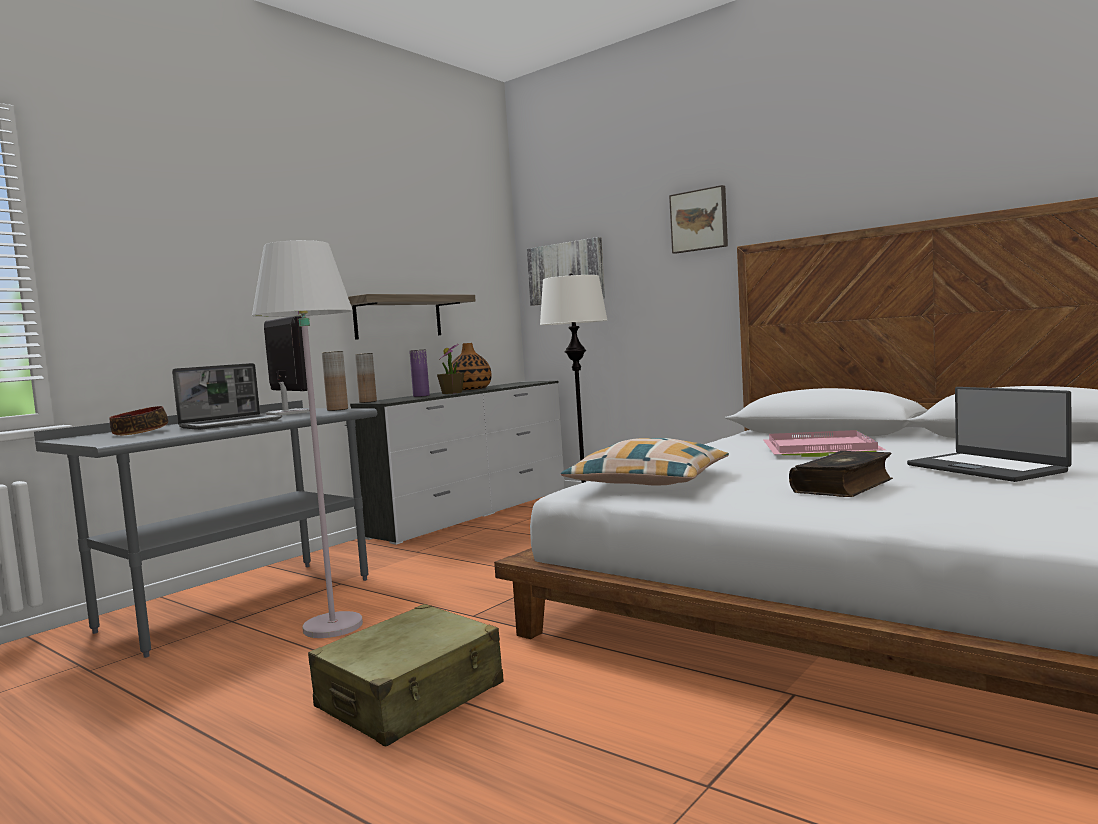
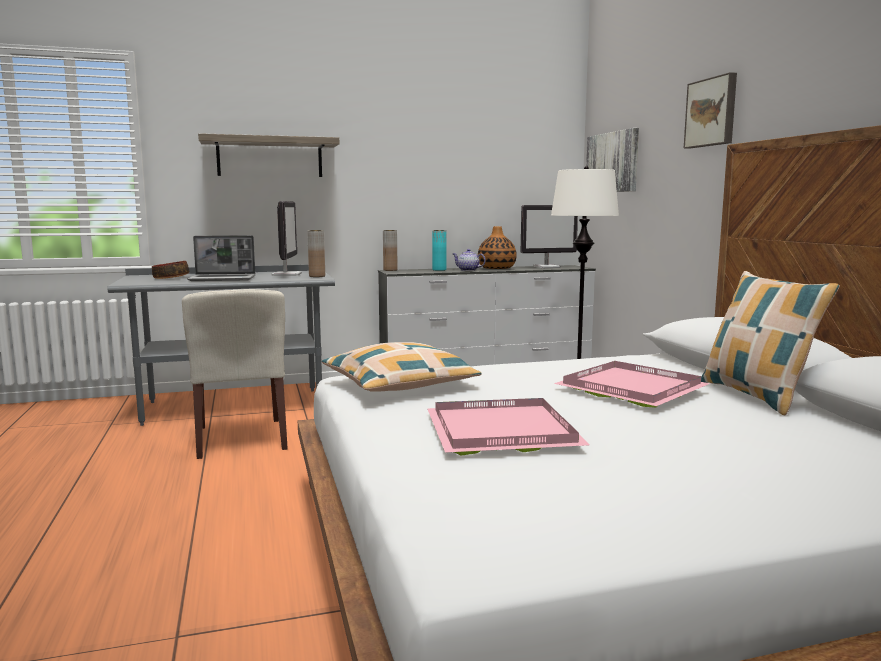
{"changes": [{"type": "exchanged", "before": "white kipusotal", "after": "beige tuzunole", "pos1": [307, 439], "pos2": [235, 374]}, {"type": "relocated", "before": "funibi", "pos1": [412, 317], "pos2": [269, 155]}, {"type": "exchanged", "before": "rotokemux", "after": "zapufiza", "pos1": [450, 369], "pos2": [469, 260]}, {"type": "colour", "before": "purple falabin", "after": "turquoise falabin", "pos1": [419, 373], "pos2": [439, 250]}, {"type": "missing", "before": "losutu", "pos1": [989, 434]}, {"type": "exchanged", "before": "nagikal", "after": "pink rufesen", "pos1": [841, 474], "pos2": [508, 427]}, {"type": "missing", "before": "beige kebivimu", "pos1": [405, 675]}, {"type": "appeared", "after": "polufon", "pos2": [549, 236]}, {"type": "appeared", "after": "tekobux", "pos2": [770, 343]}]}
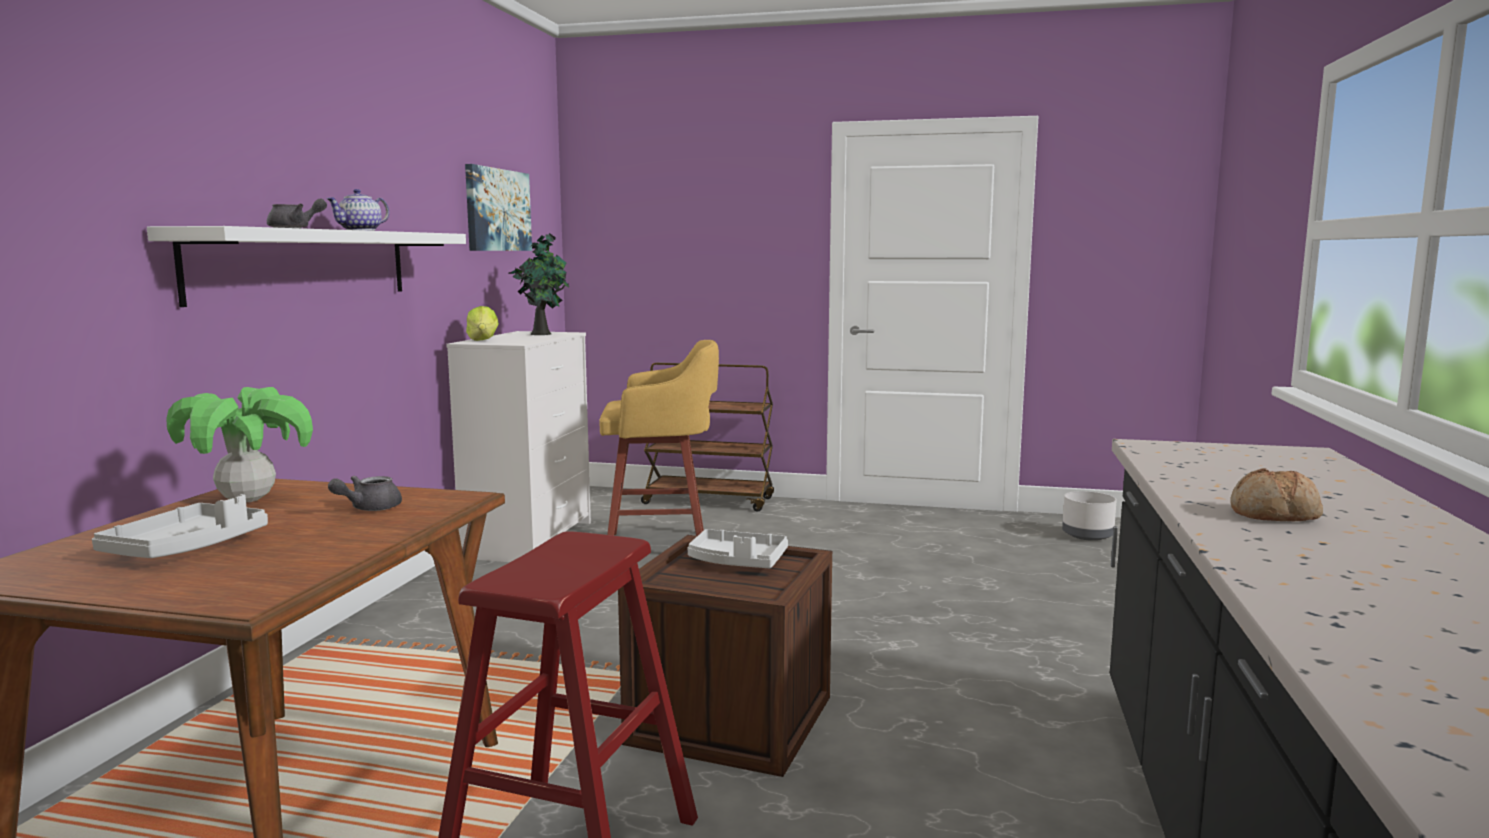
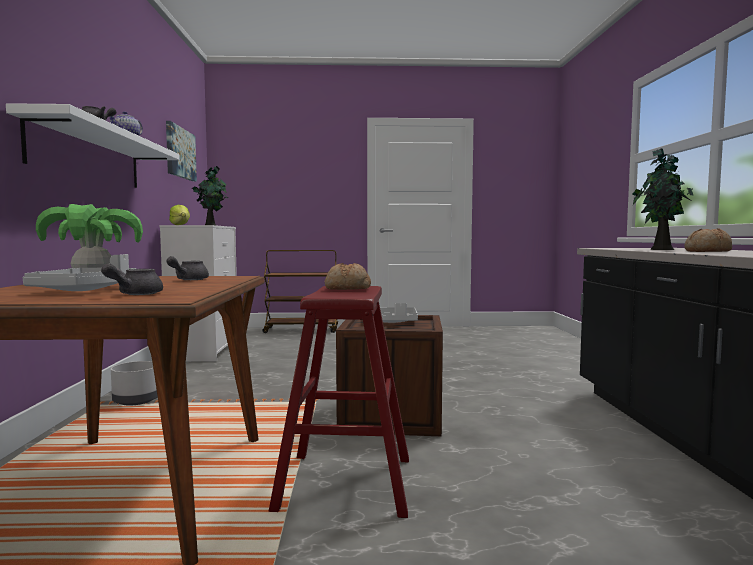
{"changes": [{"type": "missing", "before": "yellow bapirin", "pos1": [659, 438]}, {"type": "relocated", "before": "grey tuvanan", "pos1": [1089, 516], "pos2": [134, 383]}, {"type": "appeared", "after": "rotokemux", "pos2": [663, 199]}, {"type": "appeared", "after": "grey zapufiza", "pos2": [132, 279]}, {"type": "appeared", "after": "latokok", "pos2": [347, 276]}]}
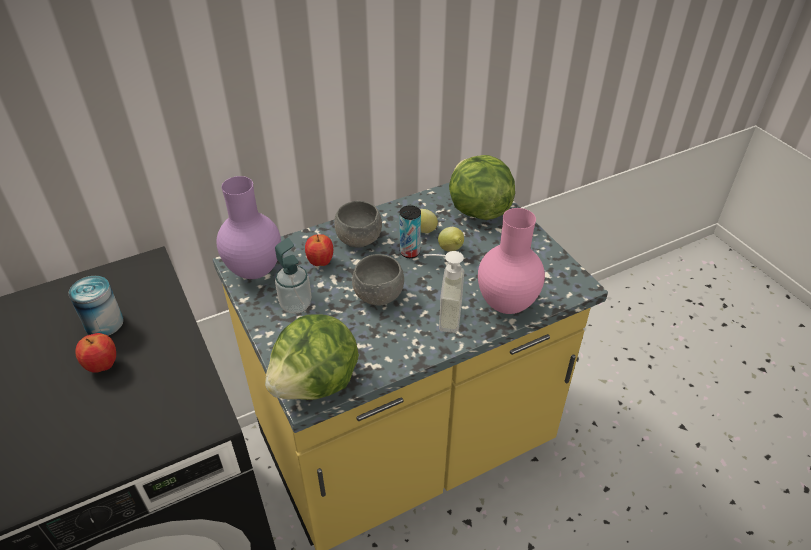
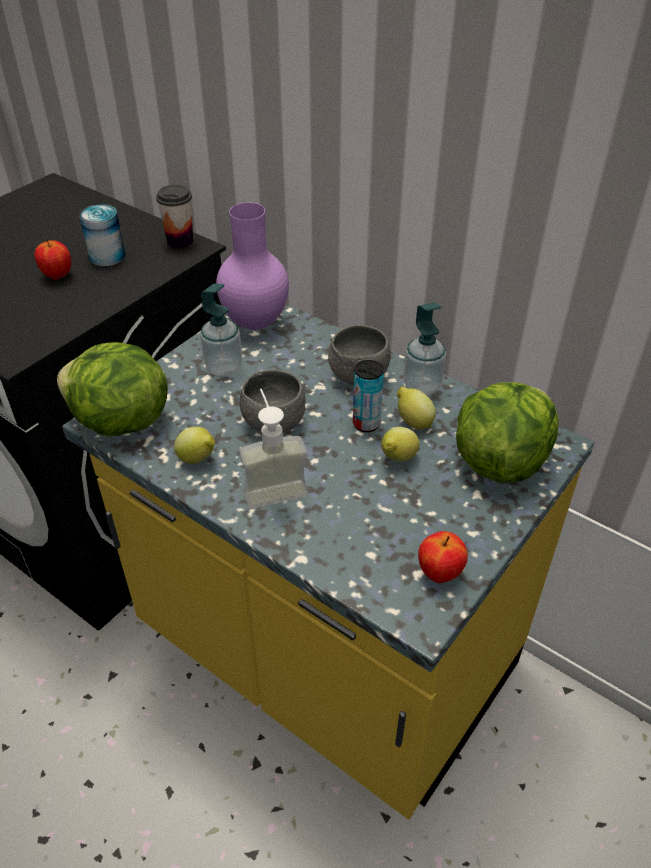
{"changes": [{"type": "missing", "before": "pink falabin", "pos1": [511, 261]}, {"type": "relocated", "before": "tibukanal", "pos1": [319, 250], "pos2": [443, 557]}, {"type": "appeared", "after": "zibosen", "pos2": [174, 217]}, {"type": "appeared", "after": "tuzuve", "pos2": [424, 348]}, {"type": "appeared", "after": "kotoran", "pos2": [194, 445]}]}
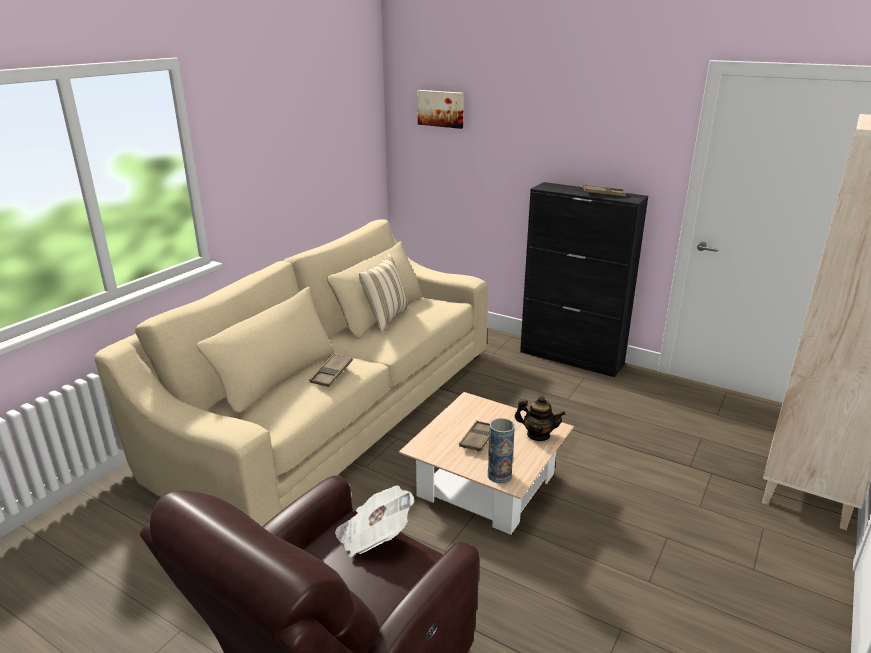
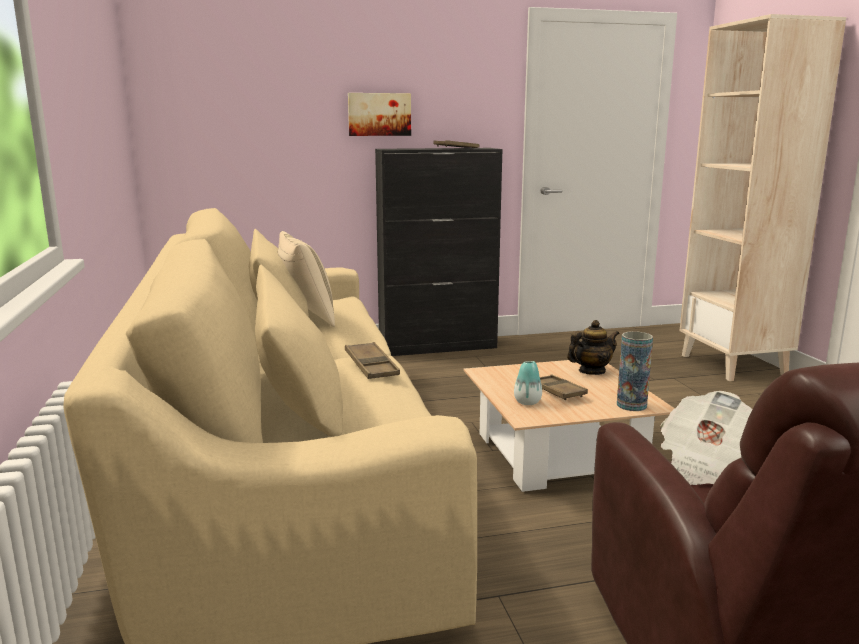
{"changes": [{"type": "relocated", "before": "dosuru", "pos1": [440, 109], "pos2": [379, 114]}, {"type": "appeared", "after": "falabin", "pos2": [528, 383]}]}
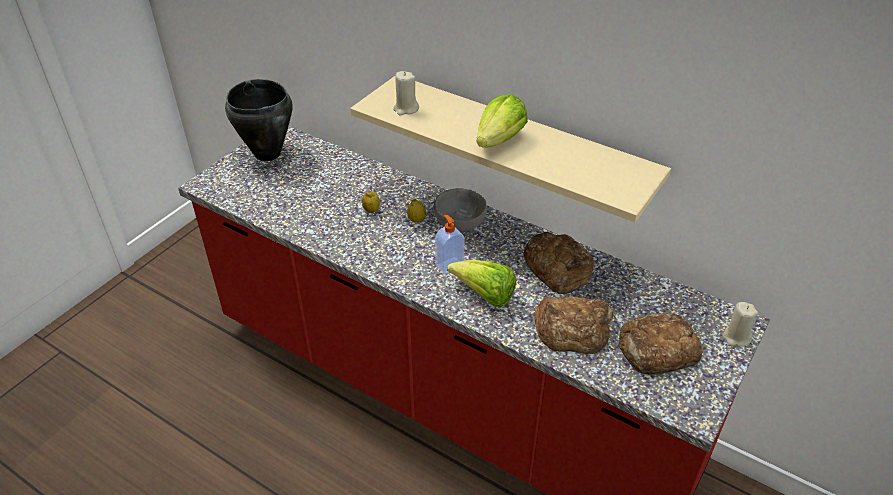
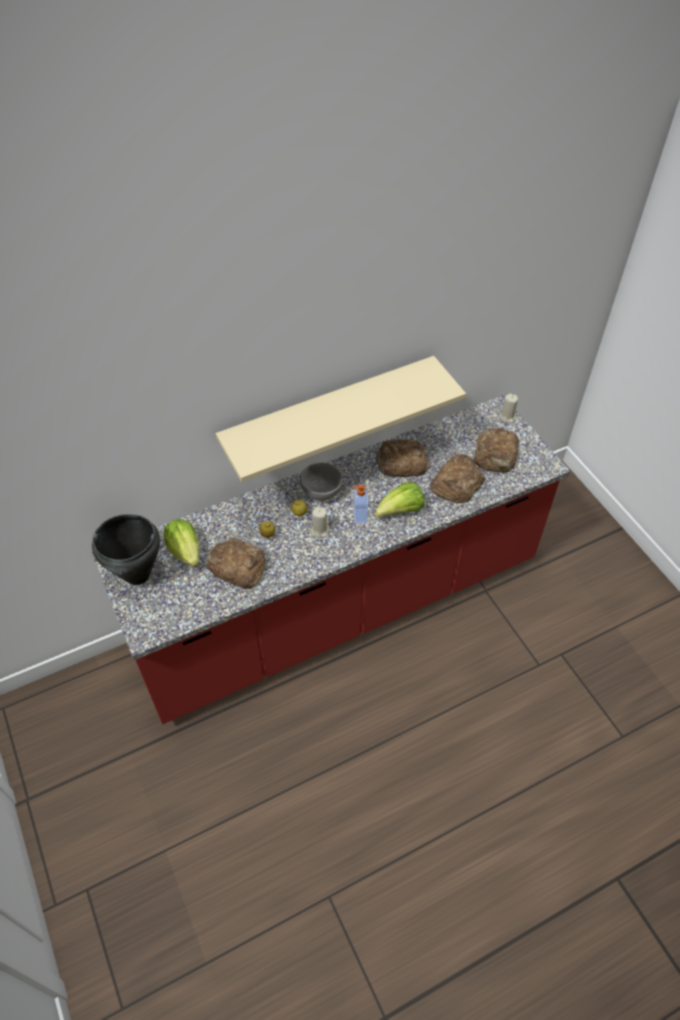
{"changes": [{"type": "relocated", "before": "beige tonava", "pos1": [406, 93], "pos2": [320, 522]}, {"type": "relocated", "before": "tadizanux", "pos1": [502, 121], "pos2": [181, 543]}, {"type": "appeared", "after": "latokok", "pos2": [236, 563]}]}
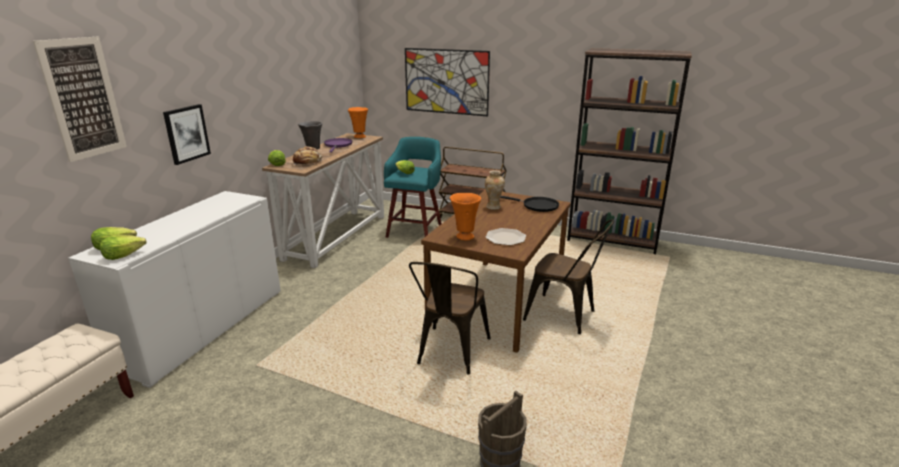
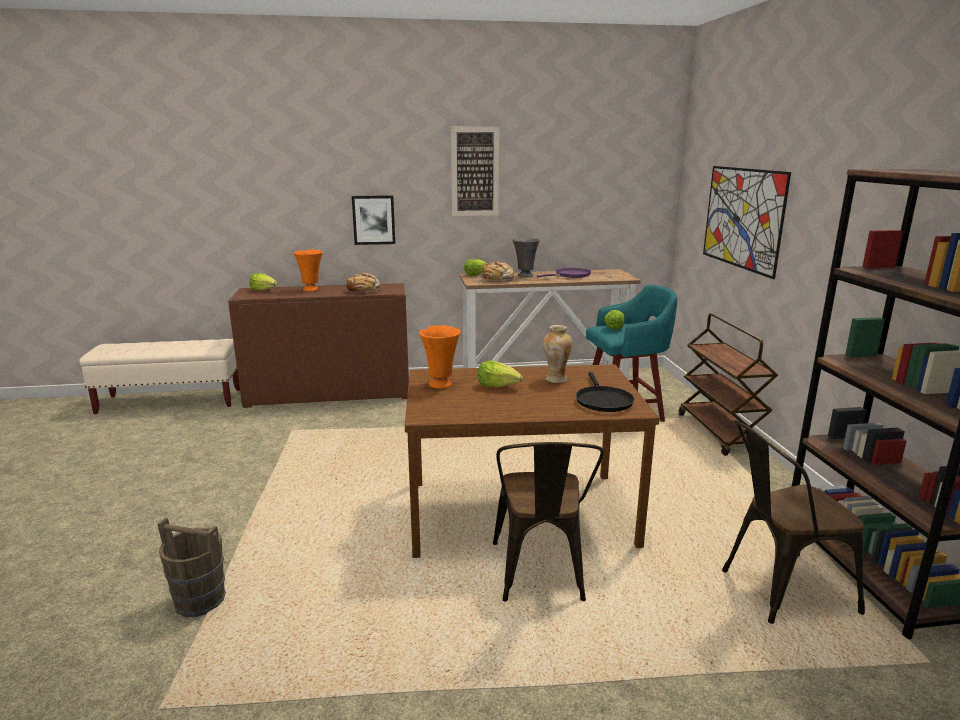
{"changes": [{"type": "relocated", "before": "dosuru", "pos1": [80, 99], "pos2": [475, 171]}, {"type": "relocated", "before": "orange falabin", "pos1": [358, 122], "pos2": [308, 270]}, {"type": "colour", "before": "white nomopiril", "after": "brown nomopiril", "pos1": [174, 289], "pos2": [318, 345]}, {"type": "missing", "before": "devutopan", "pos1": [505, 236]}, {"type": "relocated", "before": "tadizanux", "pos1": [123, 247], "pos2": [500, 373]}, {"type": "relocated", "before": "brown tuzunole", "pos1": [450, 318], "pos2": [793, 522]}, {"type": "appeared", "after": "latokok", "pos2": [363, 282]}]}
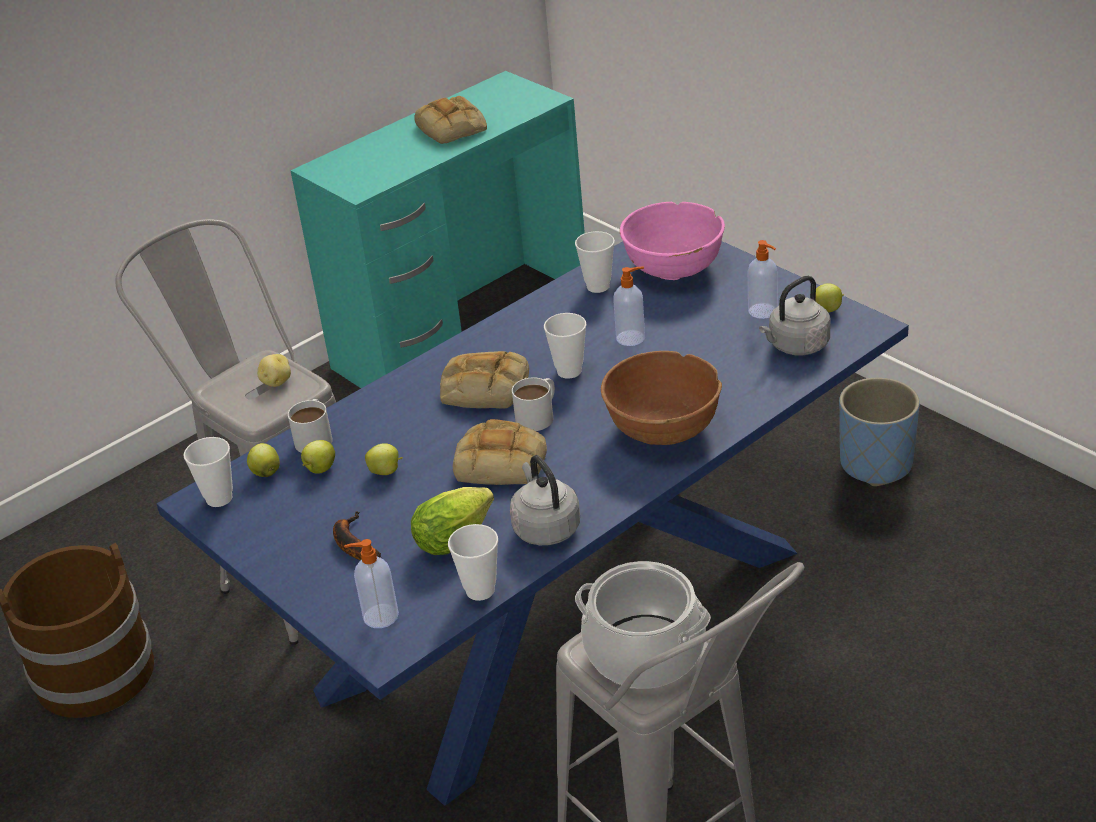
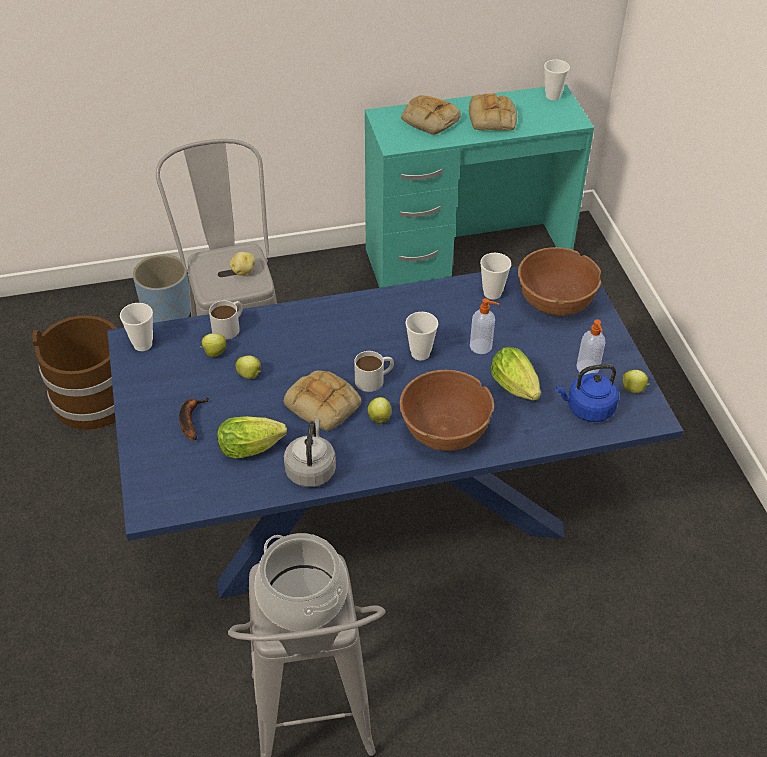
{"changes": [{"type": "colour", "before": "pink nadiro", "after": "brown nadiro", "pos1": [672, 241], "pos2": [559, 281]}, {"type": "colour", "before": "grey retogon", "after": "blue retogon", "pos1": [795, 315], "pos2": [587, 393]}, {"type": "relocated", "before": "latokok", "pos1": [484, 379], "pos2": [431, 115]}, {"type": "relocated", "before": "blue tuvanan", "pos1": [879, 431], "pos2": [162, 288]}, {"type": "relocated", "before": "tibukanal", "pos1": [263, 460], "pos2": [379, 410]}, {"type": "relocated", "before": "zibosen", "pos1": [473, 562], "pos2": [557, 80]}, {"type": "missing", "before": "tuzuve", "pos1": [371, 583]}, {"type": "appeared", "after": "tadizanux", "pos2": [516, 374]}]}
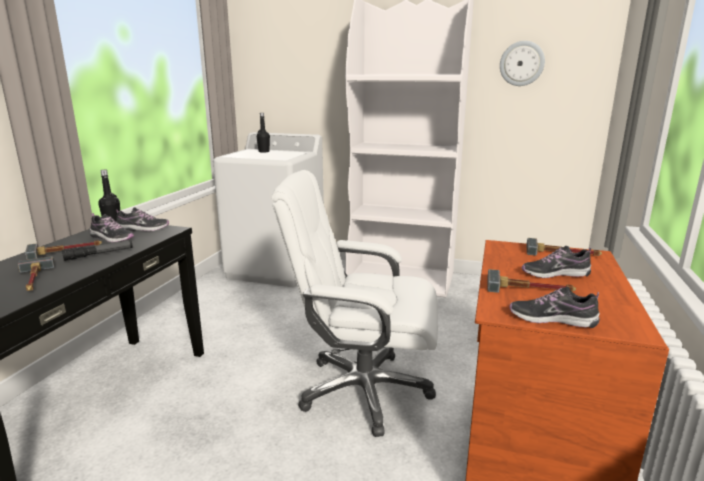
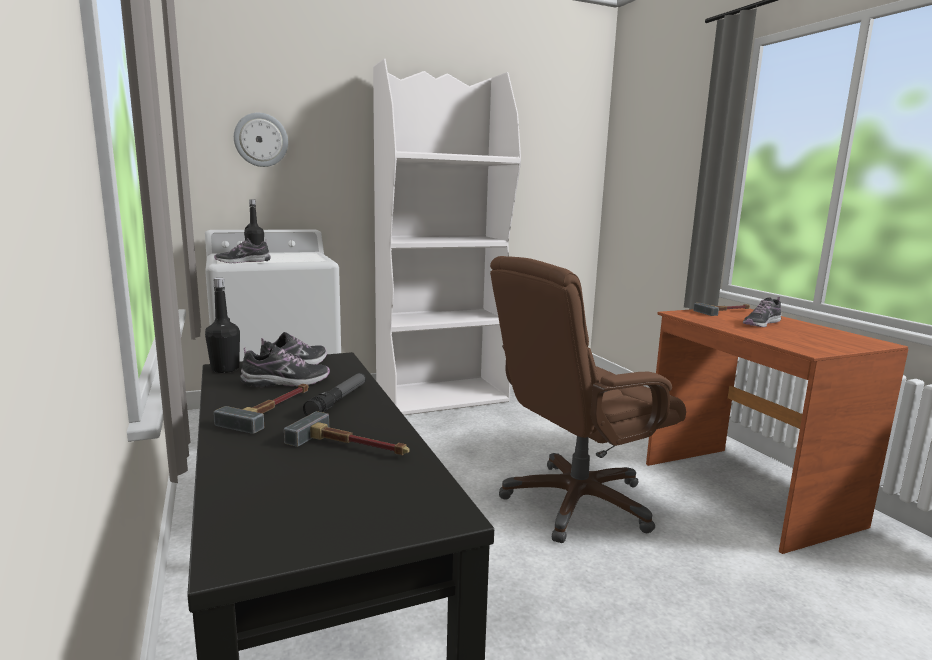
{"changes": [{"type": "relocated", "before": "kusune", "pos1": [522, 63], "pos2": [261, 140]}, {"type": "colour", "before": "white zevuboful", "after": "brown zevuboful", "pos1": [355, 303], "pos2": [588, 399]}, {"type": "missing", "before": "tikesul", "pos1": [531, 281]}, {"type": "relocated", "before": "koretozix", "pos1": [554, 307], "pos2": [242, 250]}]}
